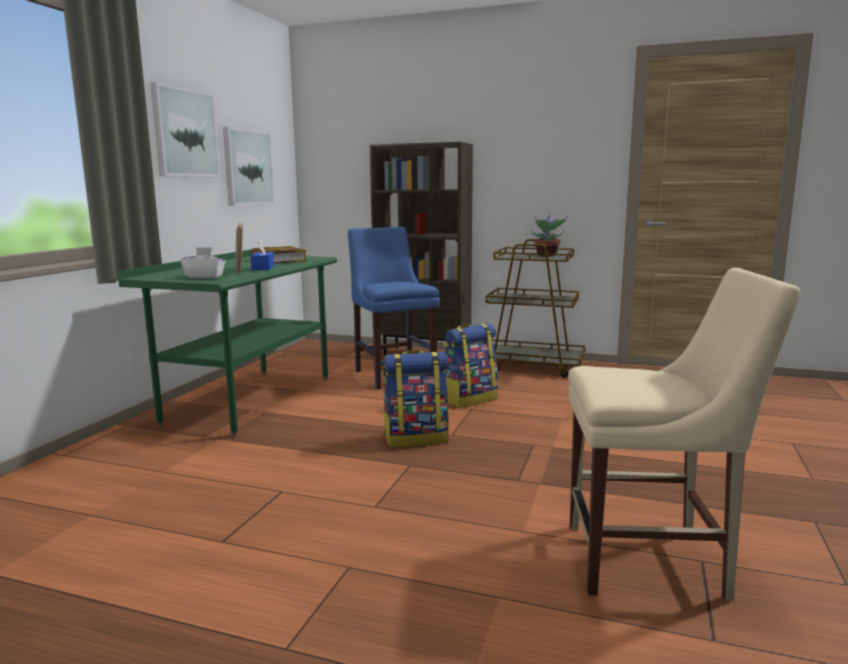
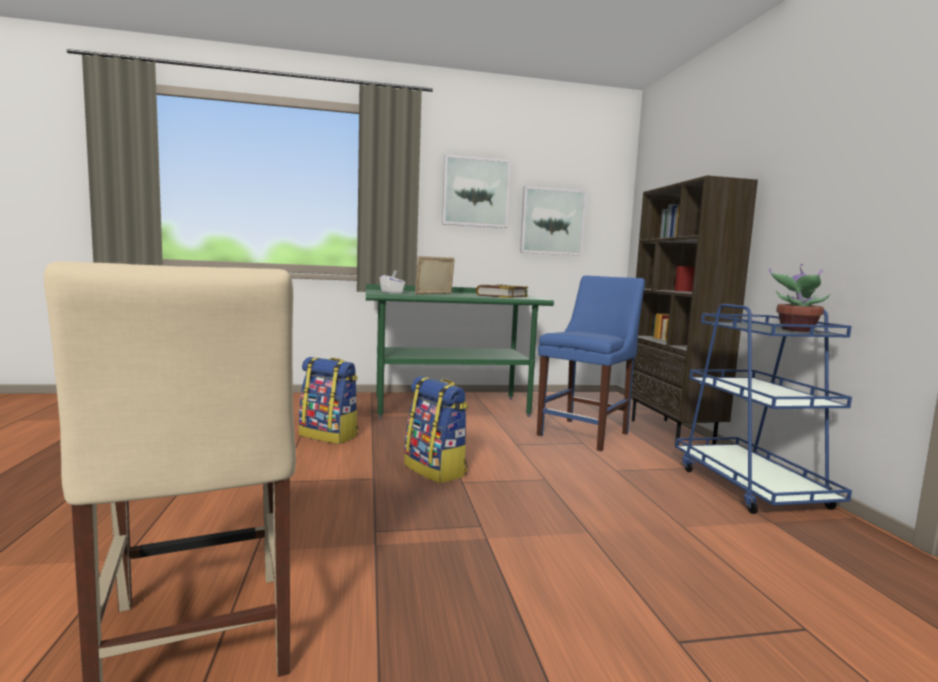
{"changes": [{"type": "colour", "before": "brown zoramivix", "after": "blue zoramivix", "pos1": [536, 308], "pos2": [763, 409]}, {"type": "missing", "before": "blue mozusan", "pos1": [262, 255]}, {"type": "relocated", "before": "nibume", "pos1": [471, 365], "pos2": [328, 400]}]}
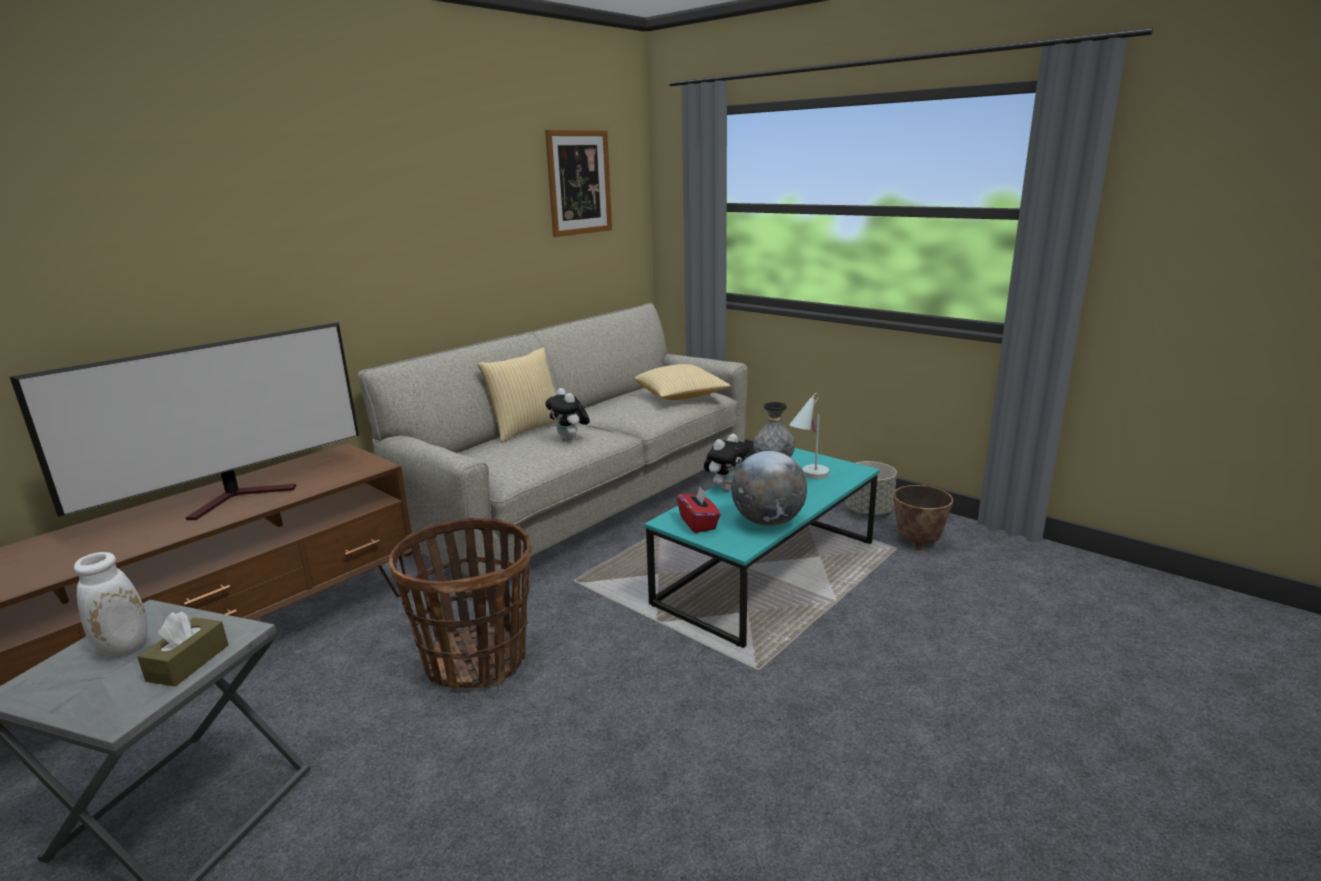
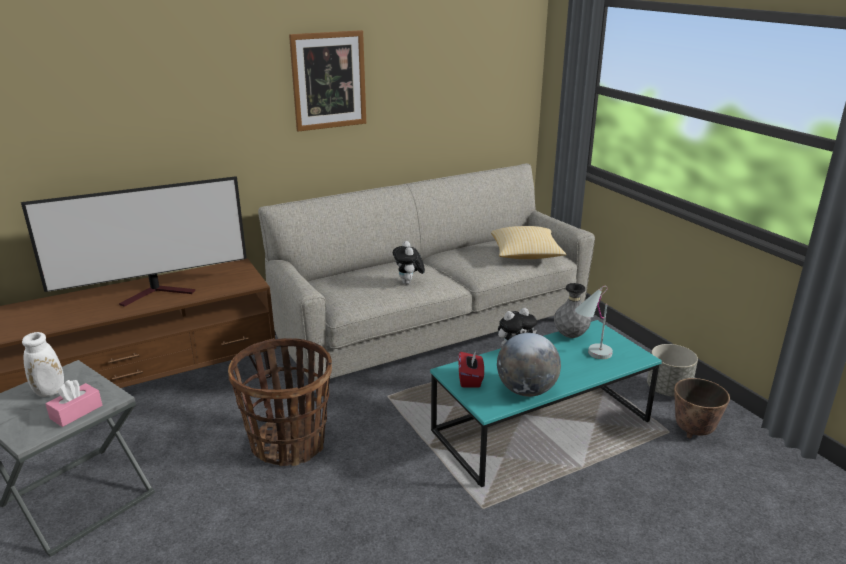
{"changes": [{"type": "relocated", "before": "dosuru", "pos1": [578, 183], "pos2": [327, 81]}, {"type": "missing", "before": "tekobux", "pos1": [517, 395]}, {"type": "colour", "before": "brown mozusan", "after": "pink mozusan", "pos1": [182, 649], "pos2": [74, 403]}]}
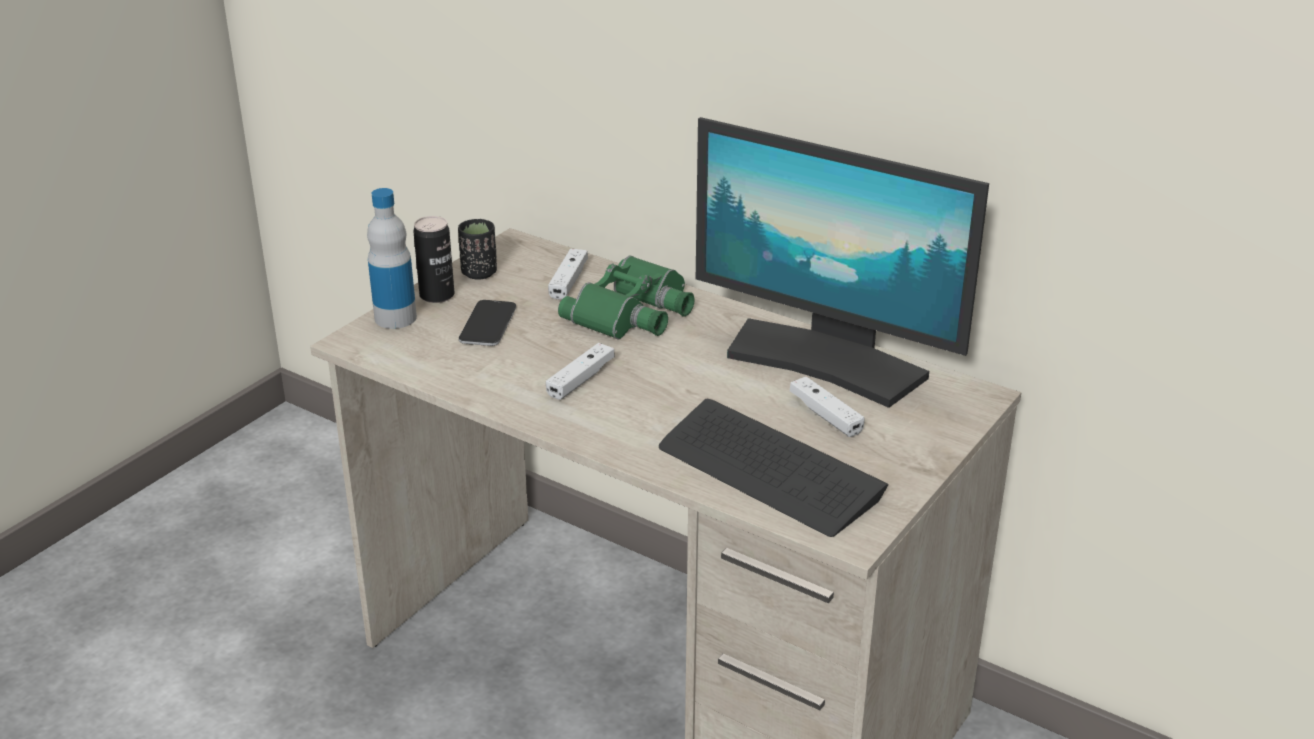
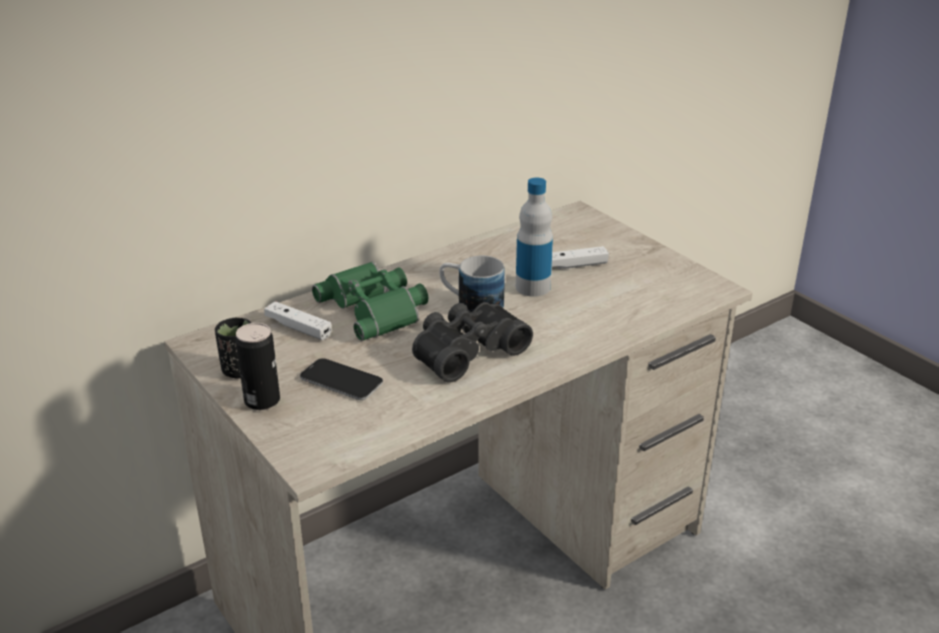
{"changes": [{"type": "missing", "before": "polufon", "pos1": [842, 262]}, {"type": "relocated", "before": "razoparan", "pos1": [392, 258], "pos2": [534, 237]}, {"type": "exchanged", "before": "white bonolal", "after": "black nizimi", "pos1": [580, 371], "pos2": [472, 342]}, {"type": "missing", "before": "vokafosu", "pos1": [774, 468]}, {"type": "appeared", "after": "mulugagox", "pos2": [472, 284]}]}
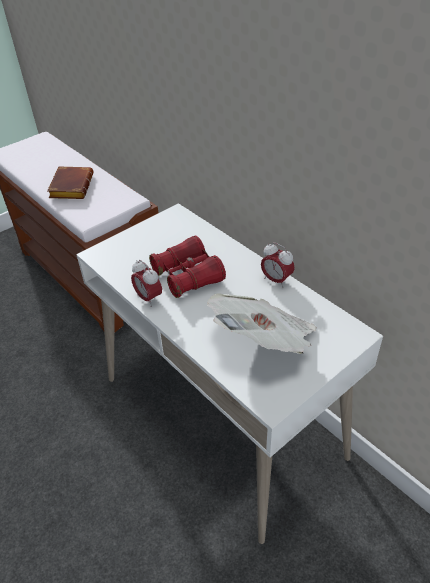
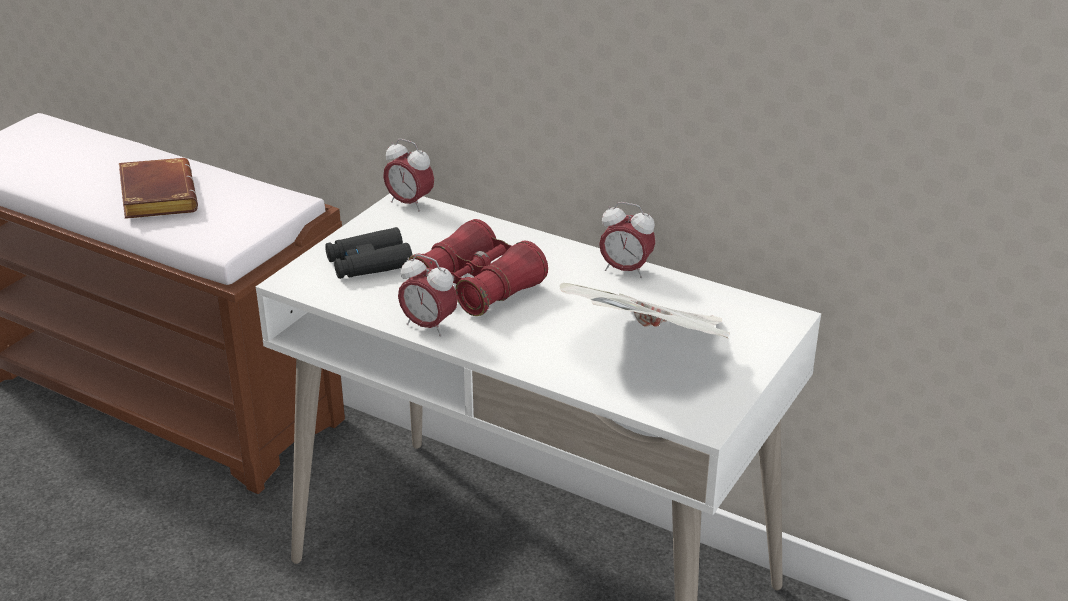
{"changes": [{"type": "appeared", "after": "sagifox", "pos2": [408, 175]}, {"type": "appeared", "after": "black nizimi", "pos2": [368, 253]}]}
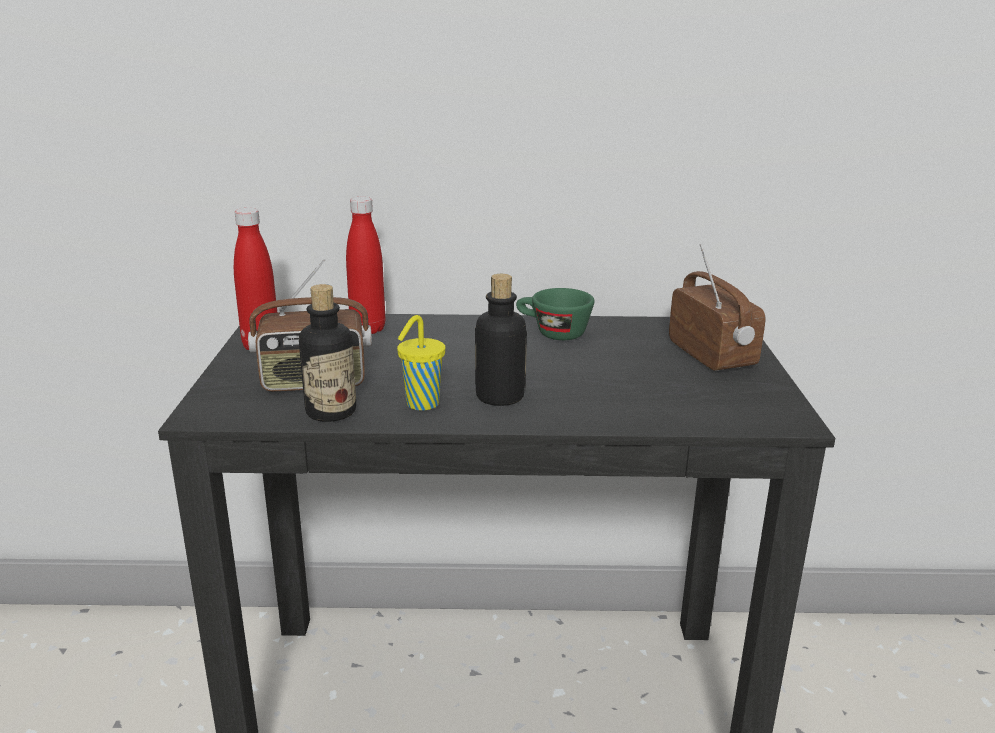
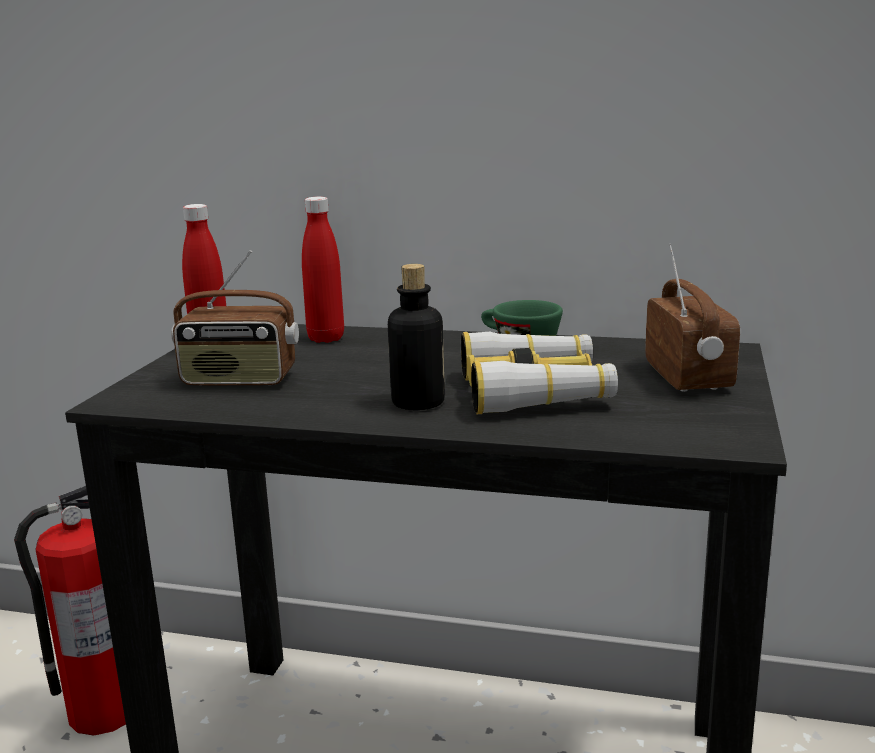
{"changes": [{"type": "missing", "before": "razoparan", "pos1": [327, 353]}, {"type": "missing", "before": "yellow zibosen", "pos1": [421, 363]}, {"type": "appeared", "after": "nizimi", "pos2": [539, 373]}, {"type": "appeared", "after": "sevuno", "pos2": [70, 610]}]}
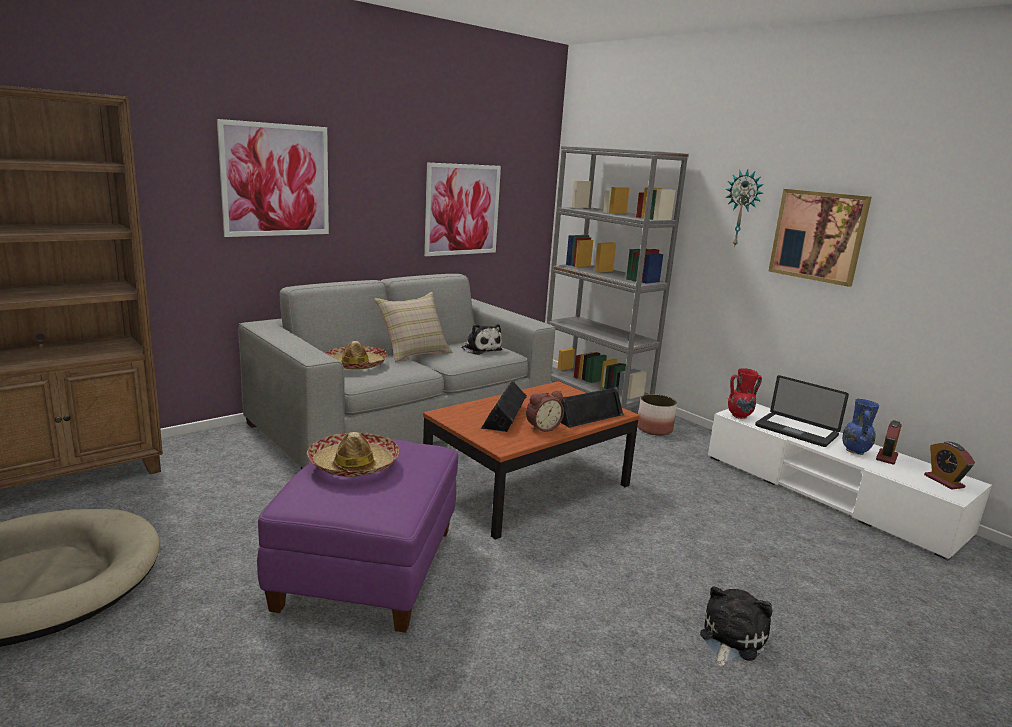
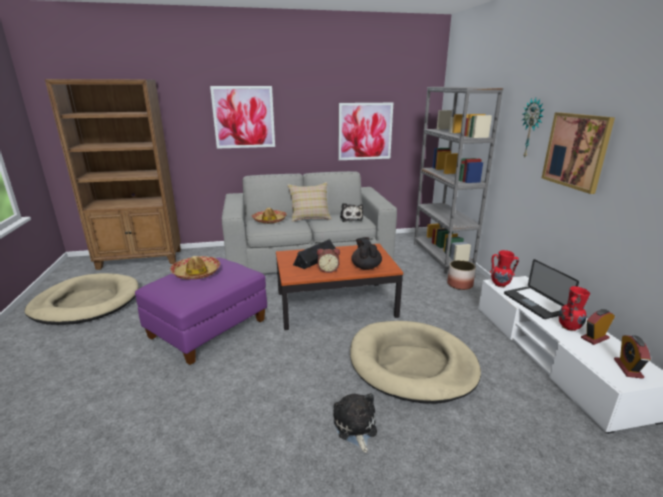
{"changes": [{"type": "exchanged", "before": "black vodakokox", "after": "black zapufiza", "pos1": [592, 407], "pos2": [366, 253]}, {"type": "colour", "before": "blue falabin", "after": "red falabin", "pos1": [860, 427], "pos2": [574, 308]}, {"type": "spun", "before": "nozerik", "pos1": [736, 626], "pos2": [355, 423], "turn": -75}, {"type": "appeared", "after": "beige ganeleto", "pos2": [415, 362]}]}
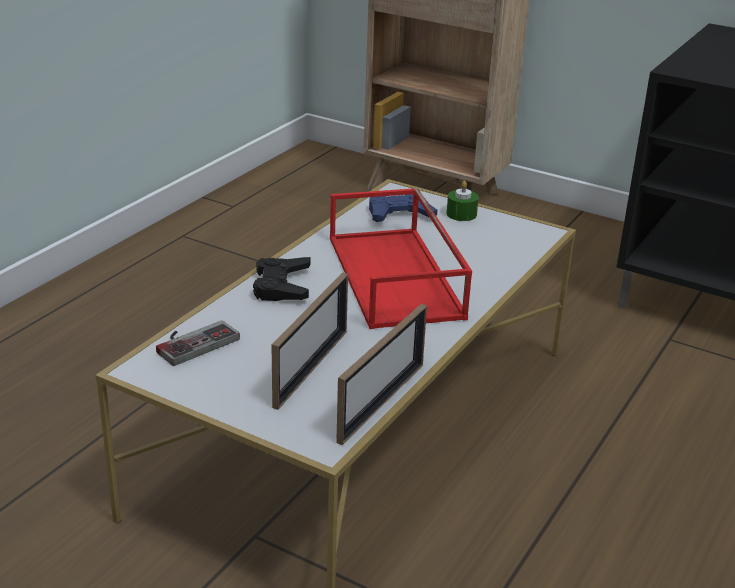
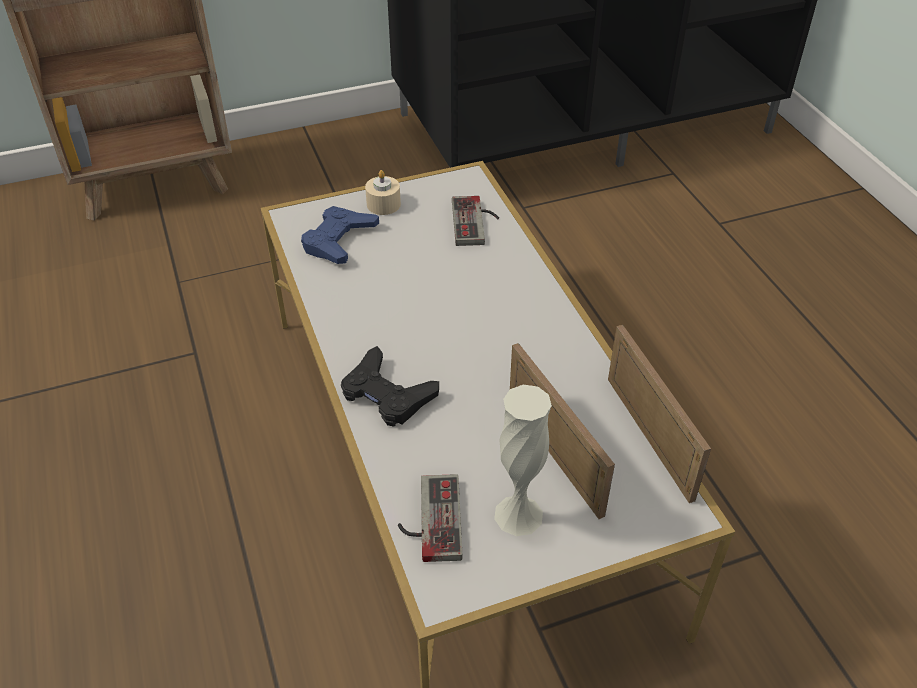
{"changes": [{"type": "colour", "before": "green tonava", "after": "beige tonava", "pos1": [463, 201], "pos2": [383, 192]}, {"type": "missing", "before": "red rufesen", "pos1": [401, 258]}, {"type": "appeared", "after": "bonolal", "pos2": [475, 221]}, {"type": "appeared", "after": "white falabin", "pos2": [523, 460]}]}
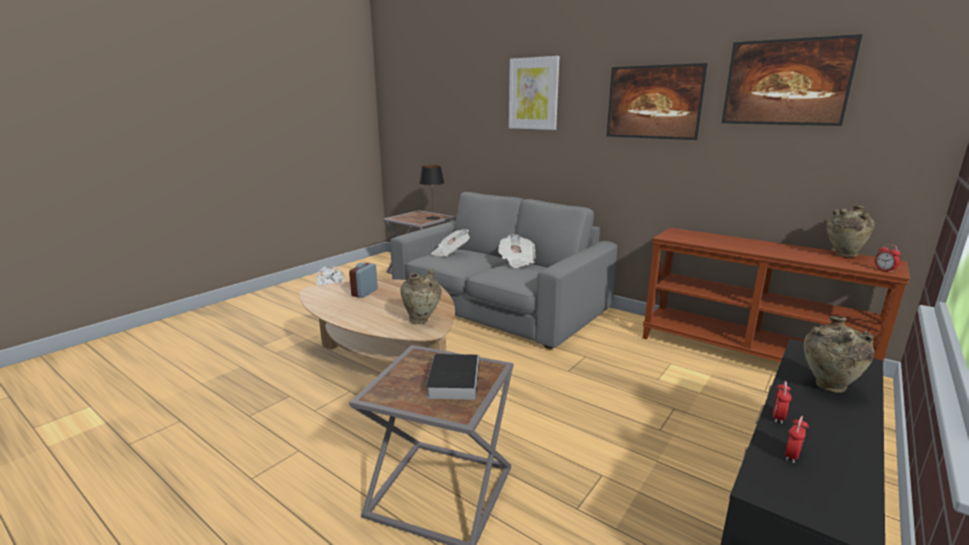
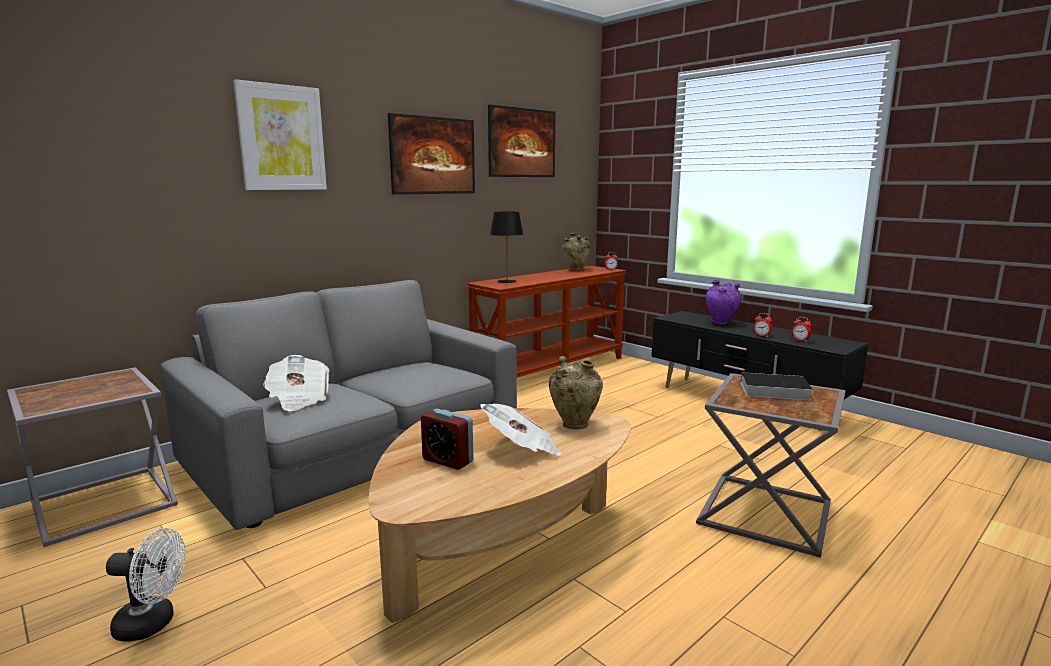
{"changes": [{"type": "relocated", "before": "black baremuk", "pos1": [431, 192], "pos2": [506, 247]}, {"type": "relocated", "before": "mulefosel", "pos1": [516, 251], "pos2": [521, 430]}, {"type": "colour", "before": "beige falabin", "after": "purple falabin", "pos1": [839, 354], "pos2": [724, 302]}]}
